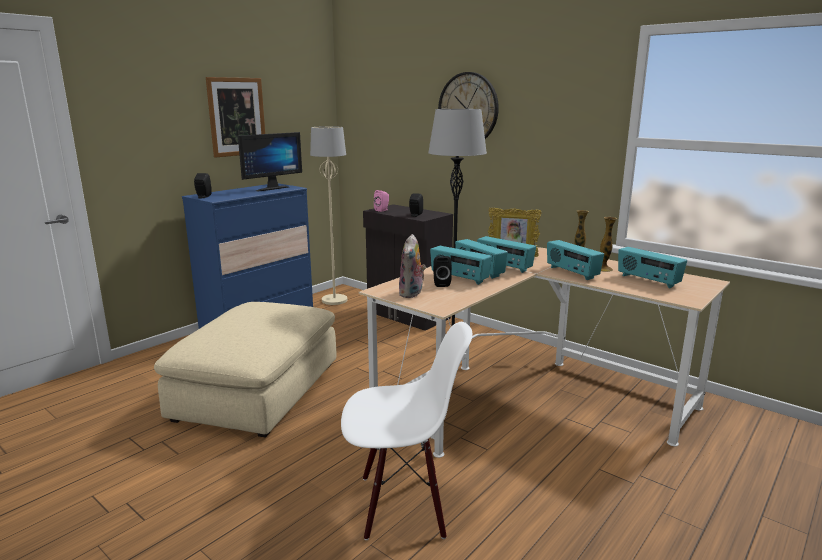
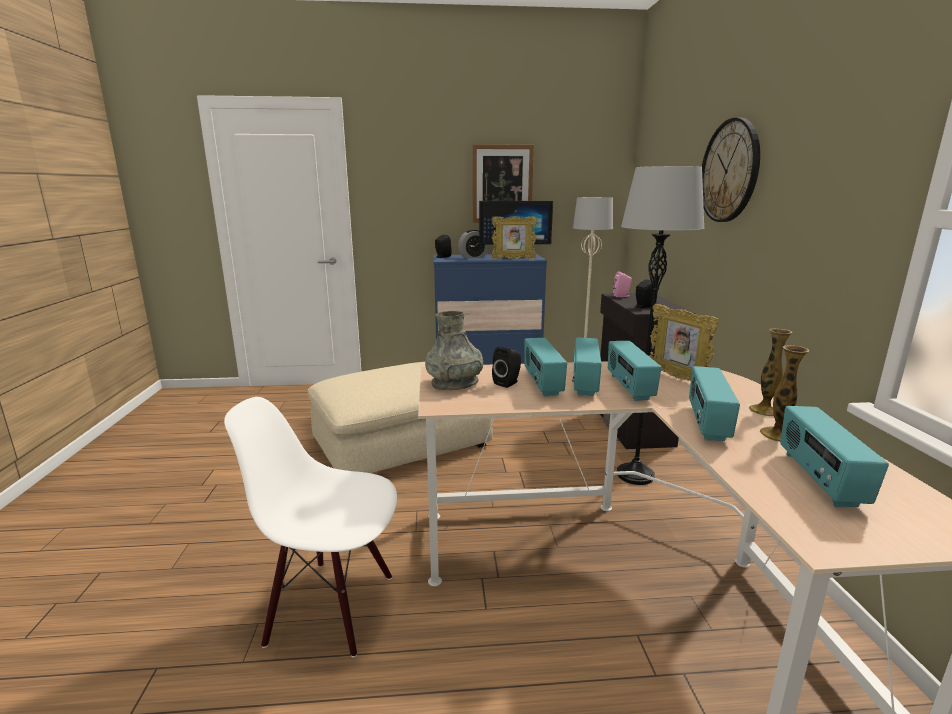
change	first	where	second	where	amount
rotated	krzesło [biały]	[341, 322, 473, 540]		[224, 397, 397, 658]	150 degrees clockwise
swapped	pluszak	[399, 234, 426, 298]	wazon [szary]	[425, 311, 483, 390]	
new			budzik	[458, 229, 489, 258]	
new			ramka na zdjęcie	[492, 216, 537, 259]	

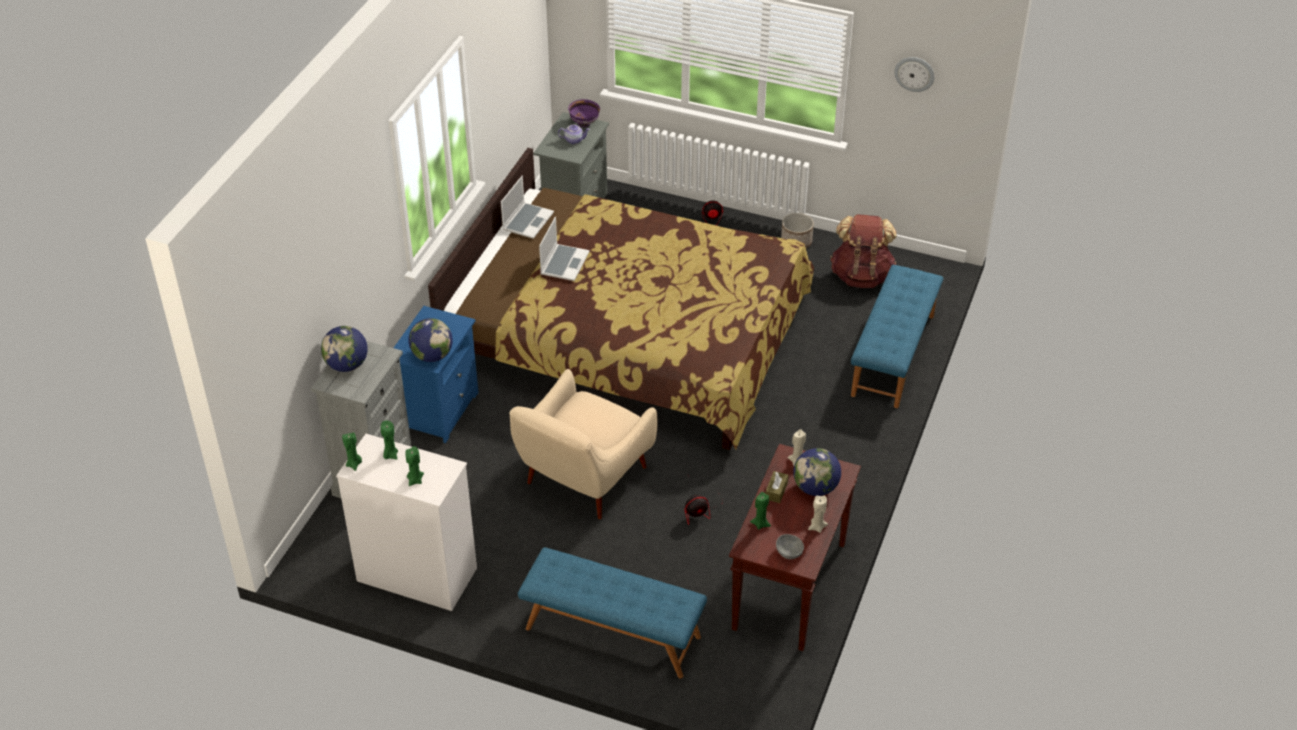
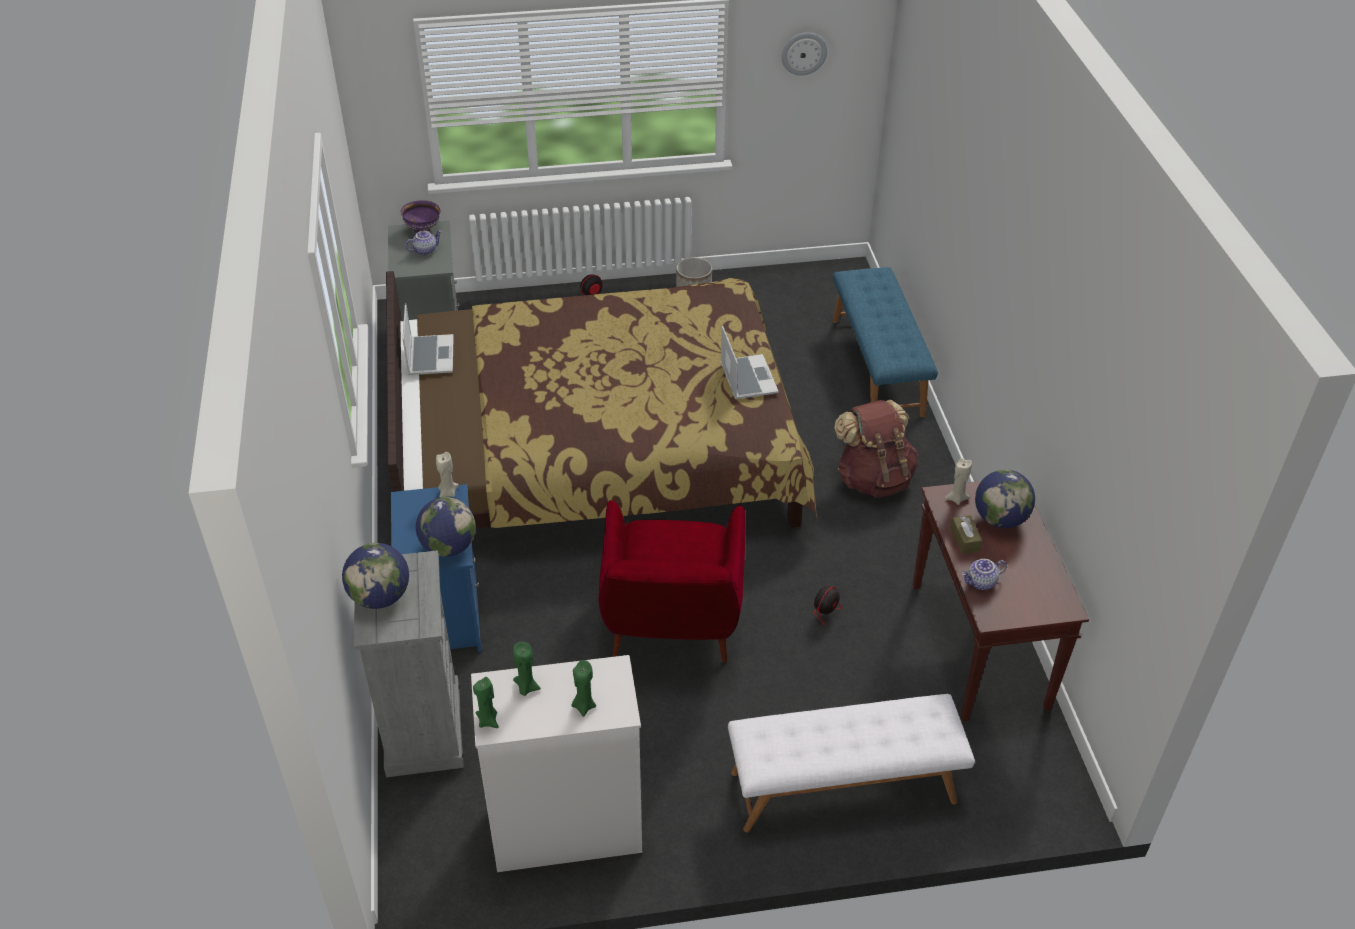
change	first	where	second	where	amount
shifted	świeca [beżowy]	[808, 496, 828, 533]		[436, 452, 459, 498]	
repainted	fotel [beżowy]	[509, 369, 657, 519]	fotel [czerwony]	[599, 500, 746, 663]	
shifted	laptop	[539, 217, 590, 281]		[720, 326, 779, 399]	
repainted	ławka [niebieski]	[518, 547, 707, 678]	ławka [biały]	[728, 694, 975, 832]	
shifted	plecak [brązowy]	[830, 214, 896, 288]		[834, 400, 919, 498]	
swapped	świeca [zielony]	[750, 492, 771, 530]	imbryk	[961, 559, 1007, 590]	
gone	miska [szary]	[776, 534, 804, 559]			

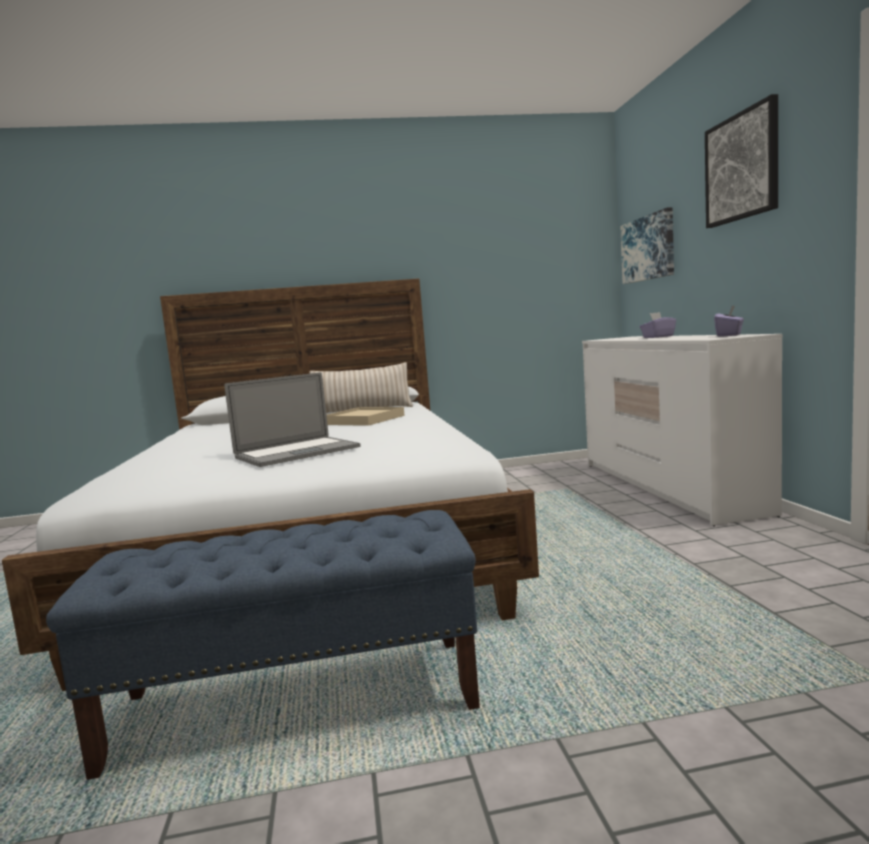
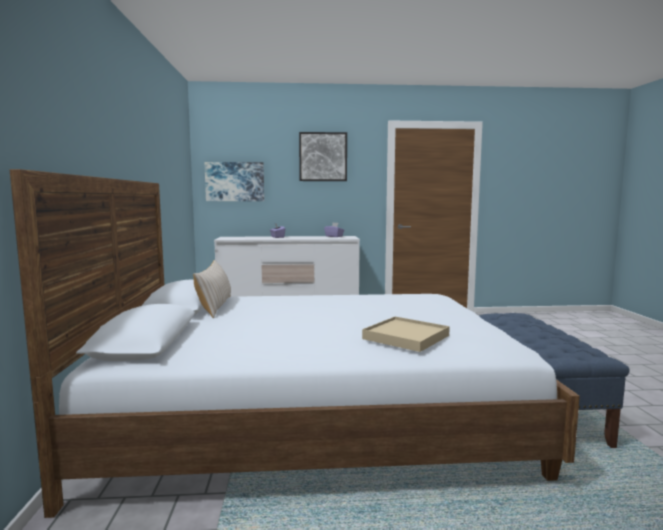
change	first	where	second	where	amount
shifted	taca [beżowy]	[327, 407, 405, 426]		[362, 317, 450, 352]	
gone	laptop	[224, 372, 361, 467]			

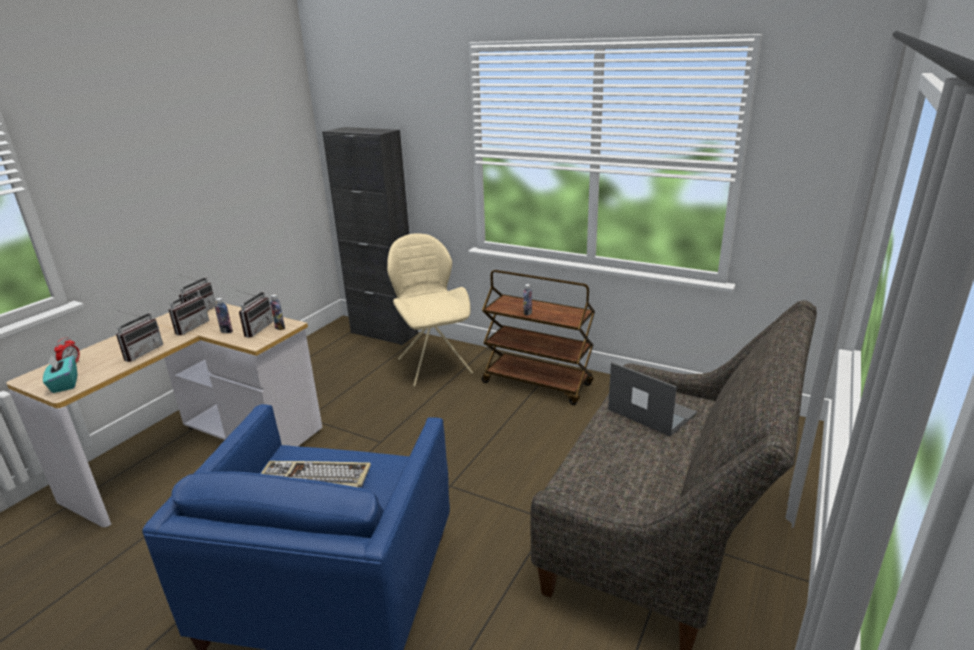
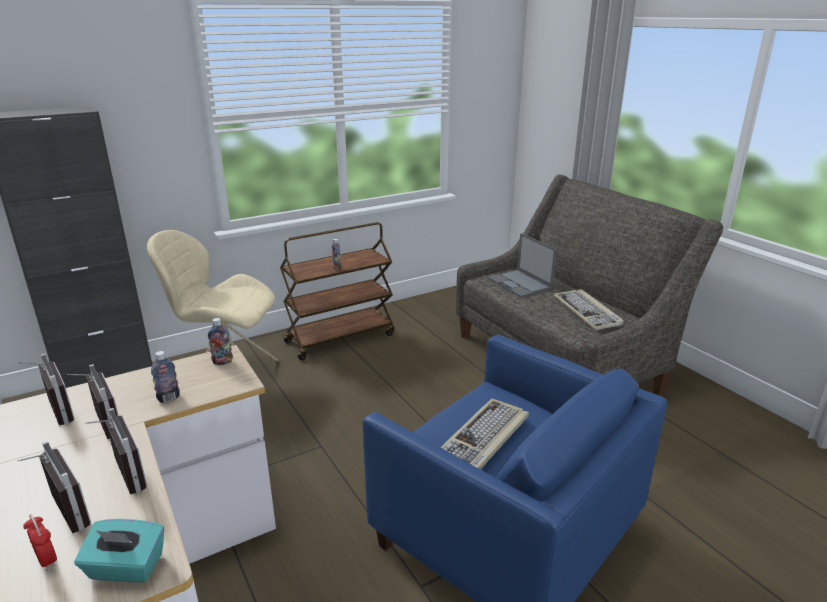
change	first	where	second	where	amount
shifted	radio	[237, 290, 273, 338]		[17, 441, 91, 533]	
rotated	laptop	[608, 362, 697, 436]		[487, 233, 557, 297]	105 degrees counterclockwise
new			klawiatura	[553, 289, 624, 330]	

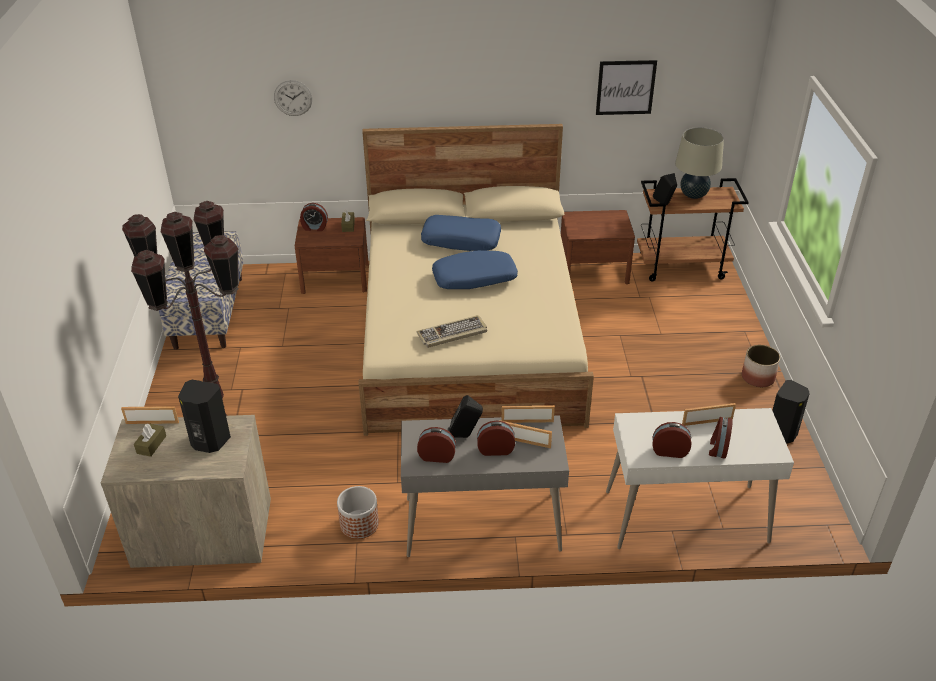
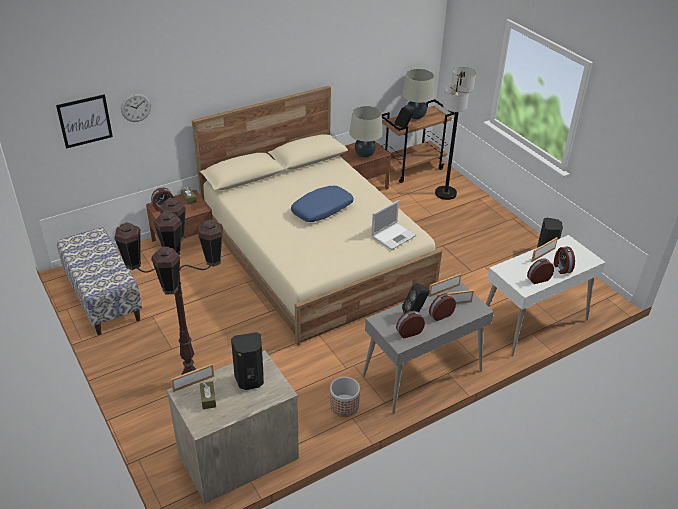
change	first	where	second	where	amount
shifted	obraz	[596, 60, 657, 115]		[56, 94, 113, 149]	
new			lampa stołowa [beżowy]	[349, 106, 383, 157]	
new			laptop	[371, 200, 417, 250]	
new			lampa stojąca	[435, 67, 476, 200]	
gone	klawiatura	[416, 315, 487, 348]			
gone	poduszka [niebieski]	[421, 215, 501, 251]			
gone	donica	[742, 345, 780, 387]			

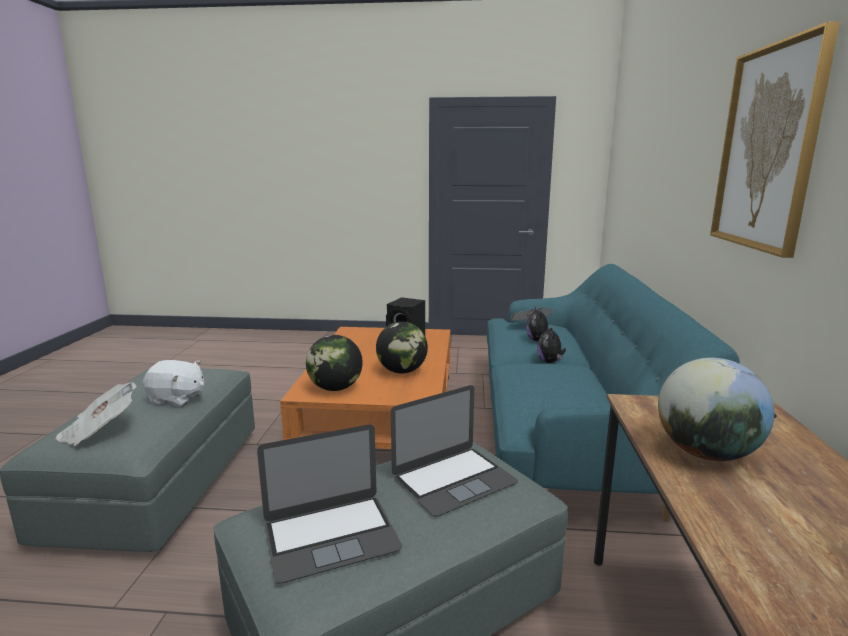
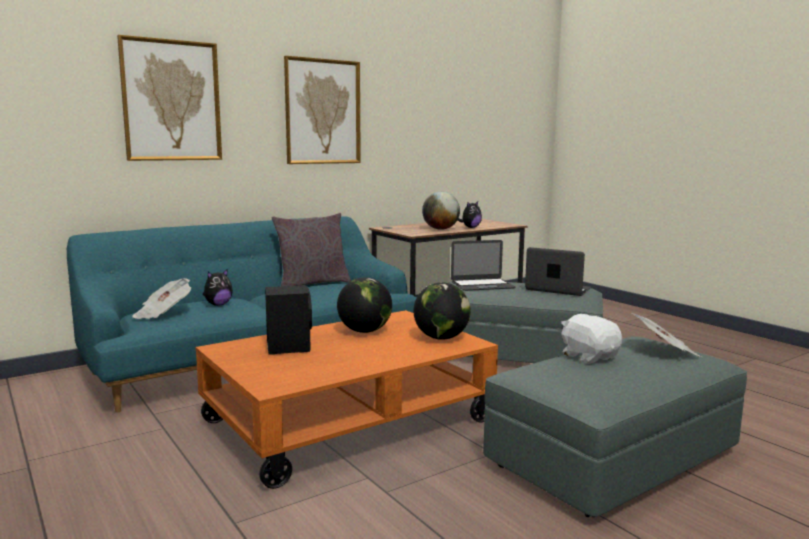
change	first	where	second	where	amount
new			obraz	[117, 35, 222, 161]	
new			poduszka [szary]	[272, 213, 351, 286]	
rotated	laptop	[391, 385, 518, 517]		[451, 240, 516, 291]	150 degrees clockwise
shifted	pluszak	[537, 326, 566, 363]		[458, 201, 482, 228]	

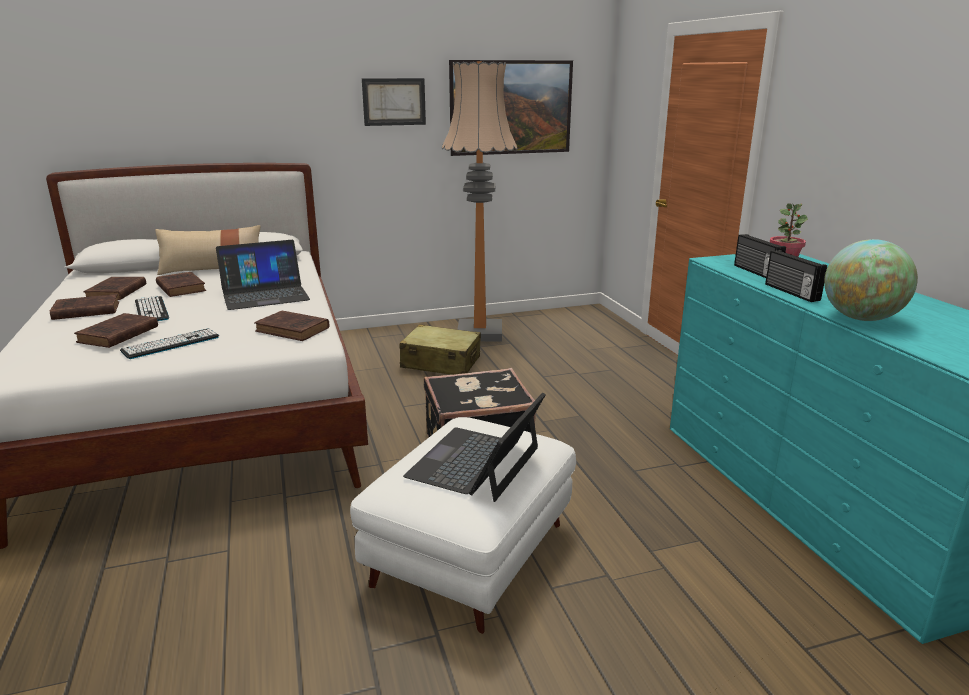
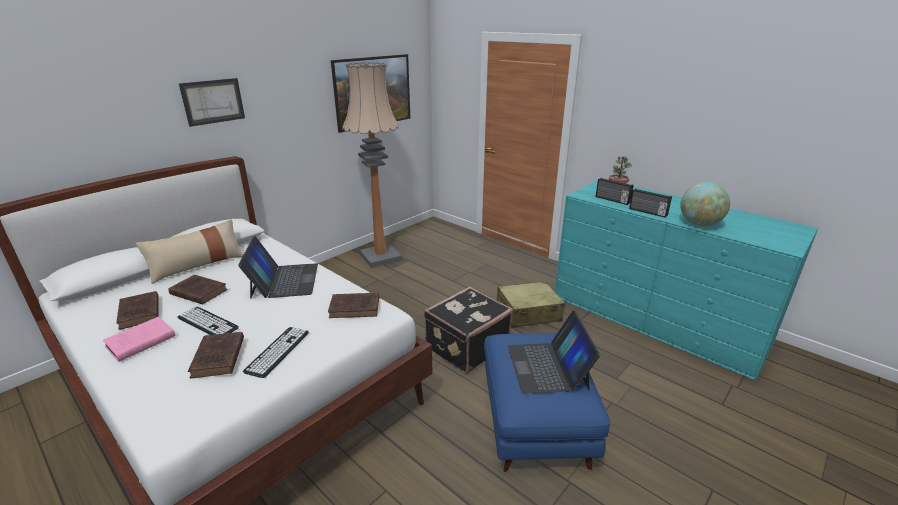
change	first	where	second	where	amount
repainted	książka [brązowy]	[50, 294, 119, 320]	książka [różowy]	[103, 317, 176, 362]	
shifted	obraz	[362, 78, 426, 126]		[179, 78, 245, 127]	
rotated	laptop	[216, 240, 310, 310]		[238, 236, 318, 299]	45 degrees counterclockwise
repainted	pufa [biały]	[350, 417, 576, 634]	pufa [niebieski]	[484, 333, 610, 472]	
shifted	walizka [beżowy]	[400, 324, 481, 375]		[496, 281, 565, 328]	

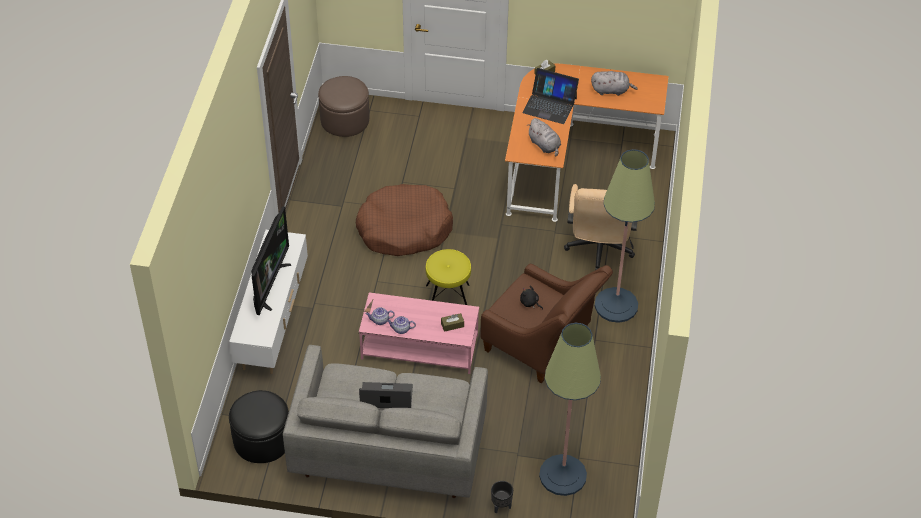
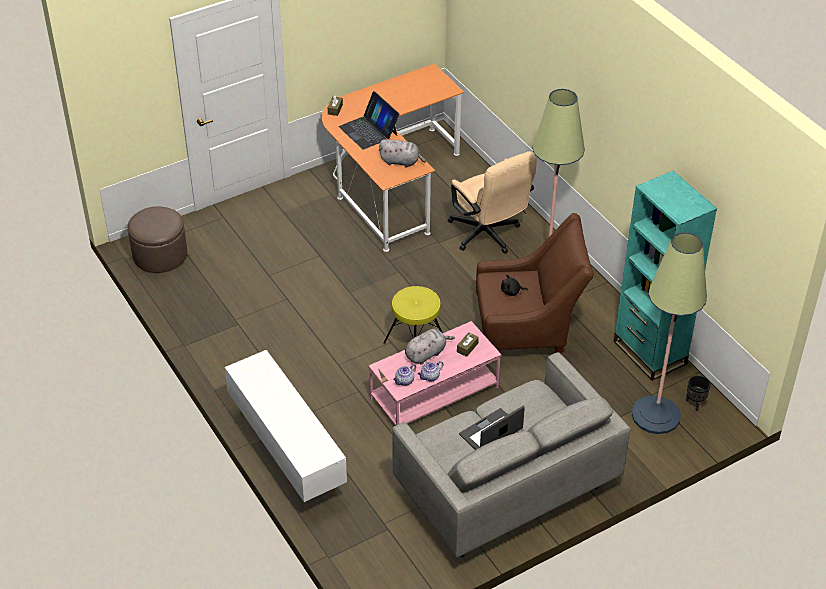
change	first	where	second	where	amount
rotated	laptop	[522, 68, 579, 124]		[339, 91, 399, 150]	75 degrees clockwise
shifted	pluszak [szary]	[591, 71, 638, 96]		[405, 329, 455, 365]	
new			regał [turkusowy]	[614, 171, 717, 381]	
shifted	donica [czarny]	[491, 481, 513, 513]		[686, 375, 711, 411]	
gone	pufa [czarny]	[229, 390, 289, 463]			
gone	telewizor	[251, 206, 291, 315]			
gone	legowisko [brązowy]	[356, 184, 453, 256]			

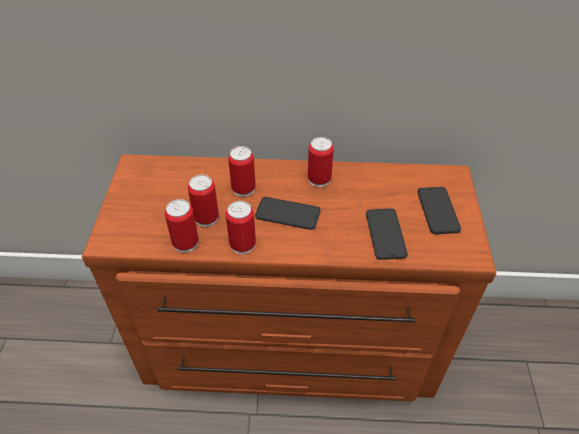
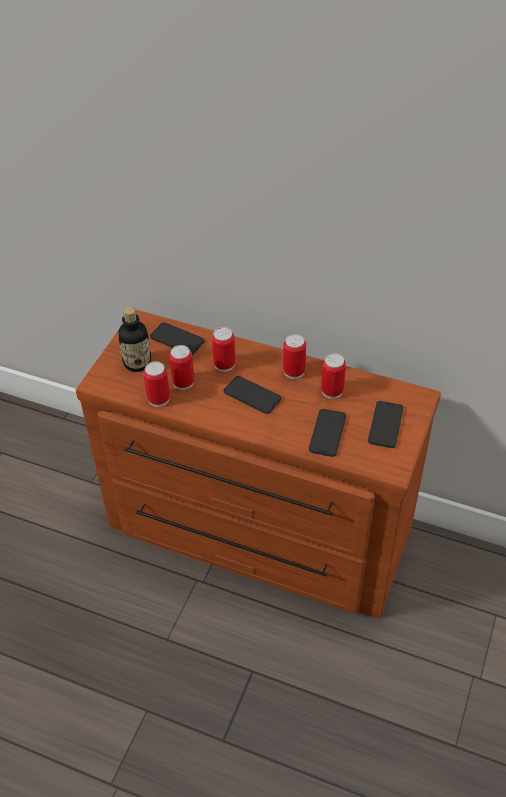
change	first	where	second	where	amount
new			butelka	[118, 307, 151, 372]	
new			telefon	[150, 322, 205, 355]	
shifted	puszka	[226, 201, 256, 254]		[321, 353, 346, 399]	

